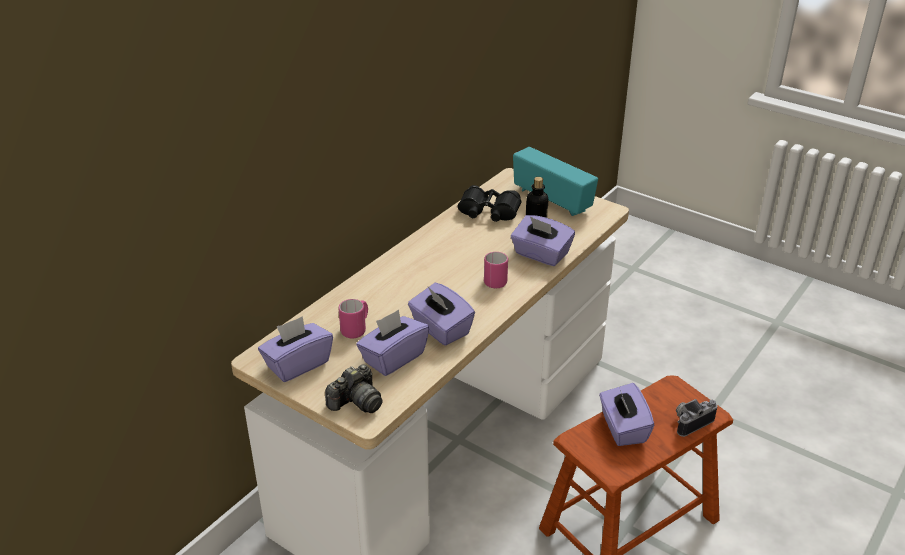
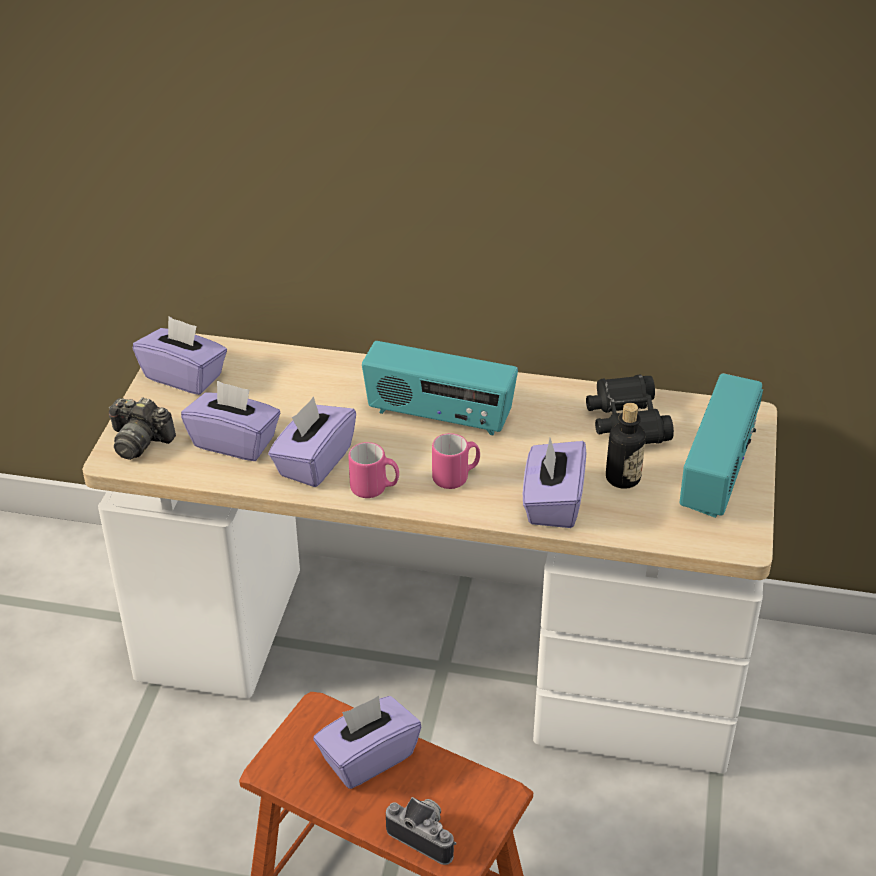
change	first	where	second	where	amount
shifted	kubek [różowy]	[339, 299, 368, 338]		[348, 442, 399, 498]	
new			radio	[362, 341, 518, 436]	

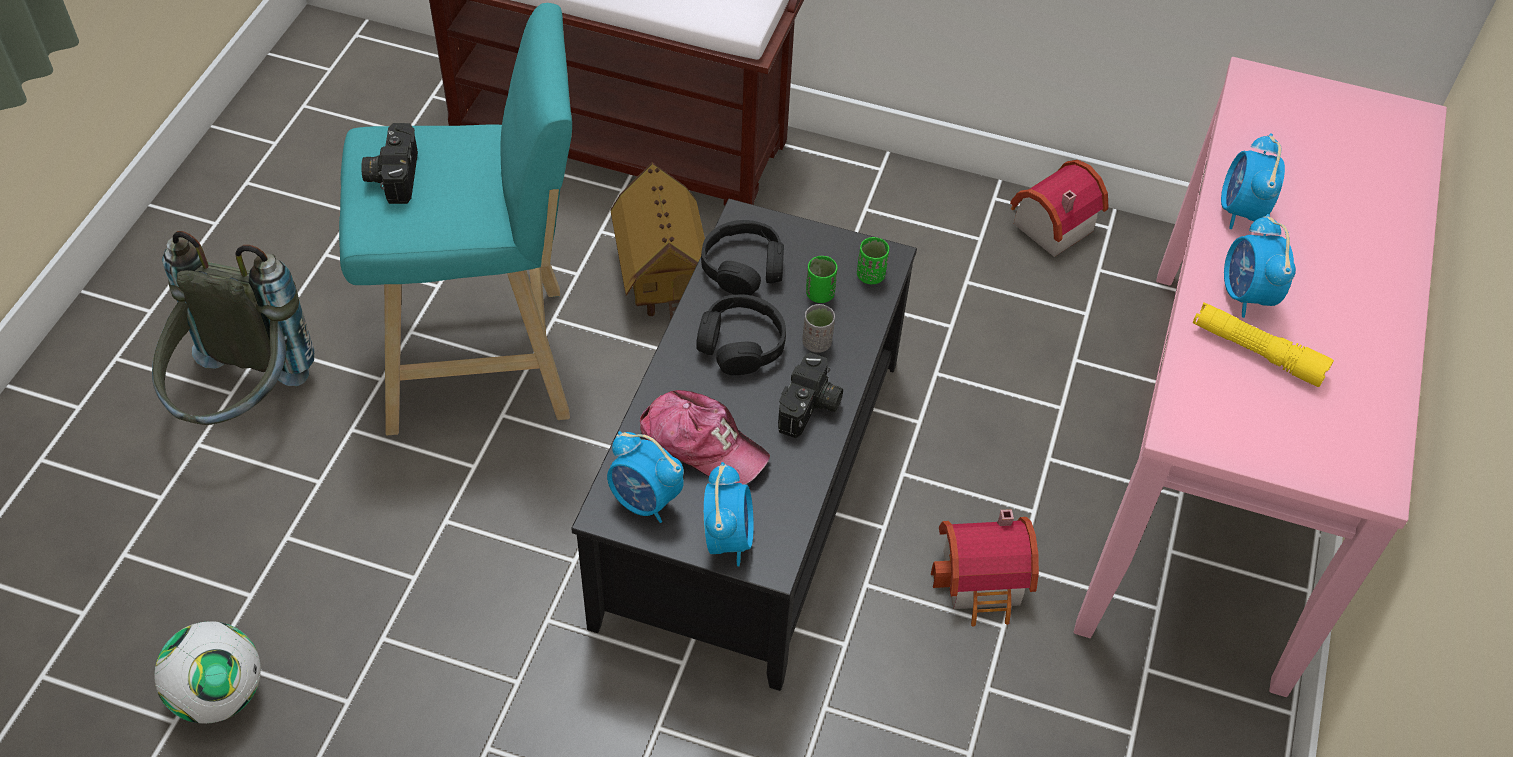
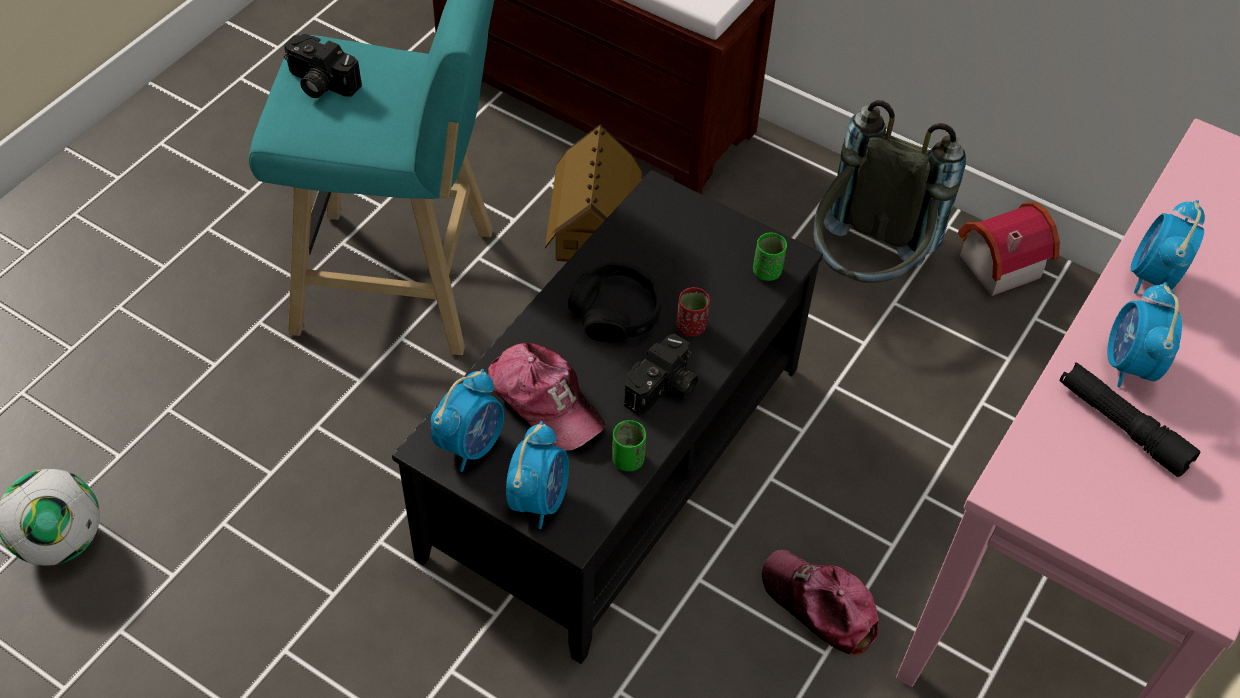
change	first	where	second	where	amount
rotated	aparat fotograficzny	[361, 123, 418, 204]		[284, 34, 362, 98]	75 degrees counterclockwise
rotated	budzik	[607, 431, 684, 523]		[431, 369, 504, 472]	105 degrees counterclockwise
shifted	filiżanka [zielony]	[806, 256, 838, 303]		[612, 420, 646, 471]	
repainted	filiżanka [szary]	[802, 304, 835, 353]	filiżanka [czerwony]	[676, 287, 710, 337]	
swapped	domek	[931, 509, 1039, 627]	czapka z daszkiem	[762, 550, 879, 657]	
shifted	plecak [szary]	[152, 231, 314, 425]		[813, 100, 966, 283]	
repainted	latarka [żółty]	[1193, 303, 1334, 387]	latarka [czarny]	[1060, 362, 1201, 477]	
gone	słuchawki [czarny]	[701, 220, 784, 295]			

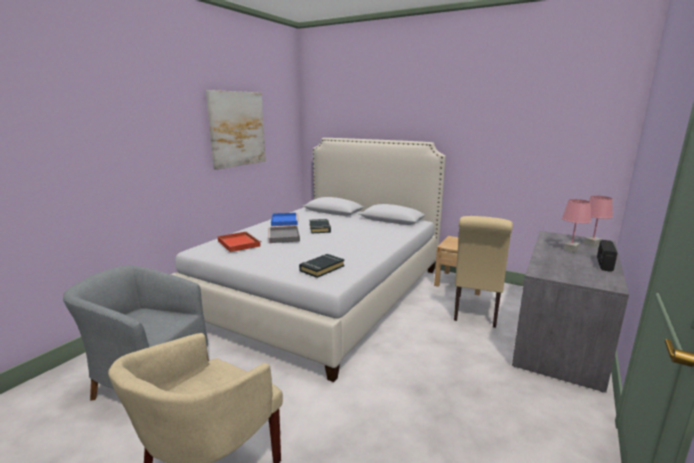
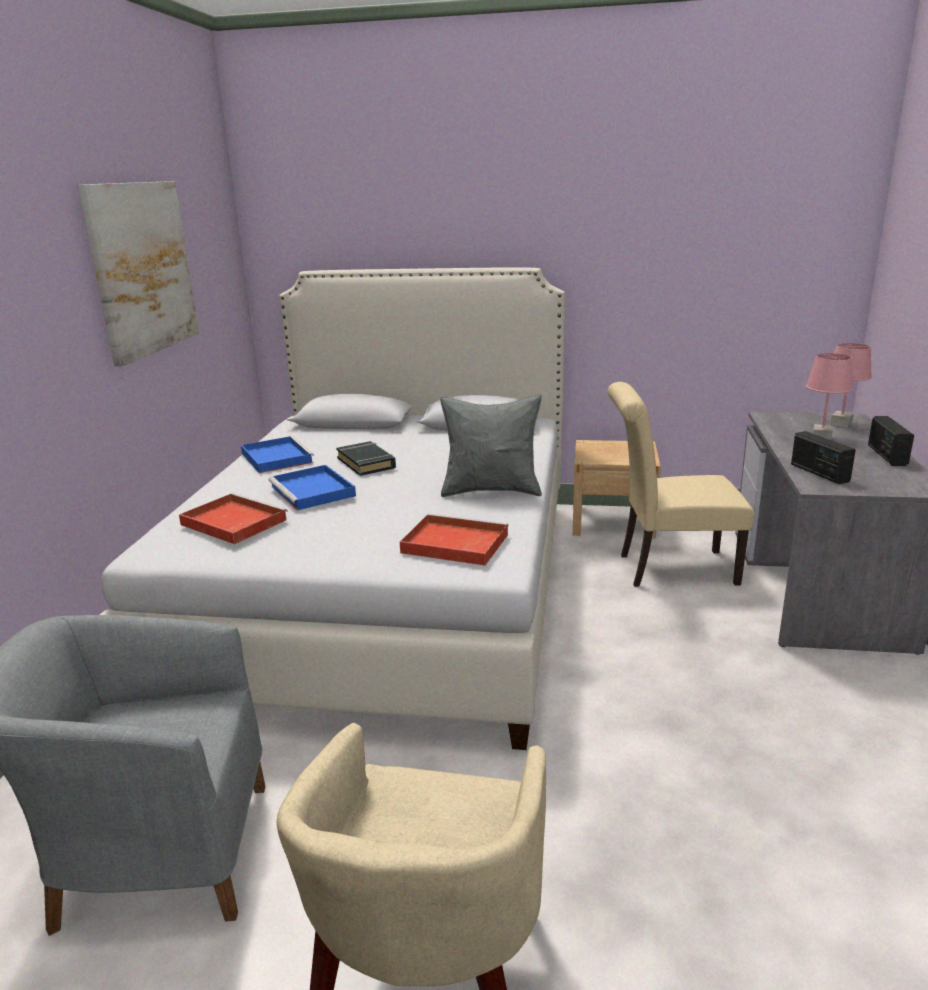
change	first	where	second	where	amount
repainted	taca [szary]	[268, 226, 300, 243]	taca [niebieski]	[268, 465, 356, 510]	
swapped	książka [czarny]	[299, 254, 345, 278]	taca [czerwony]	[400, 514, 509, 566]	
new			poduszka [szary]	[440, 394, 542, 497]	
rotated	krzesło [beżowy]	[454, 216, 513, 328]		[608, 382, 754, 587]	90 degrees clockwise
new			radio	[791, 431, 856, 484]	

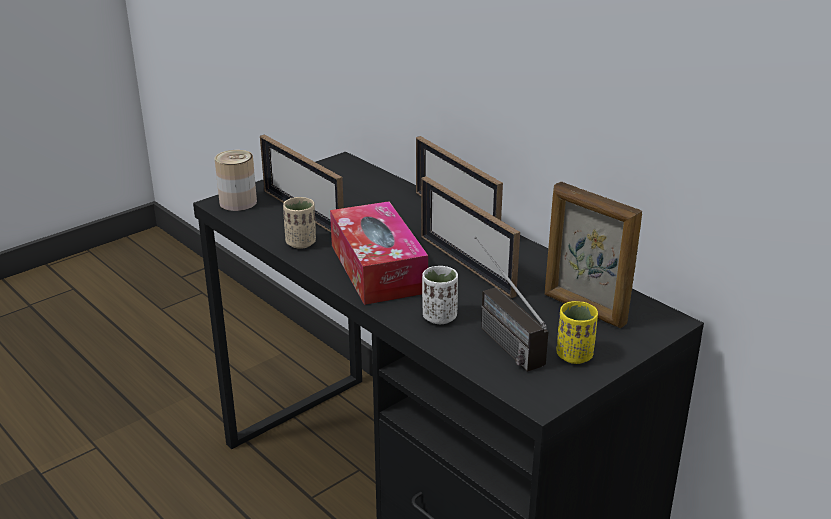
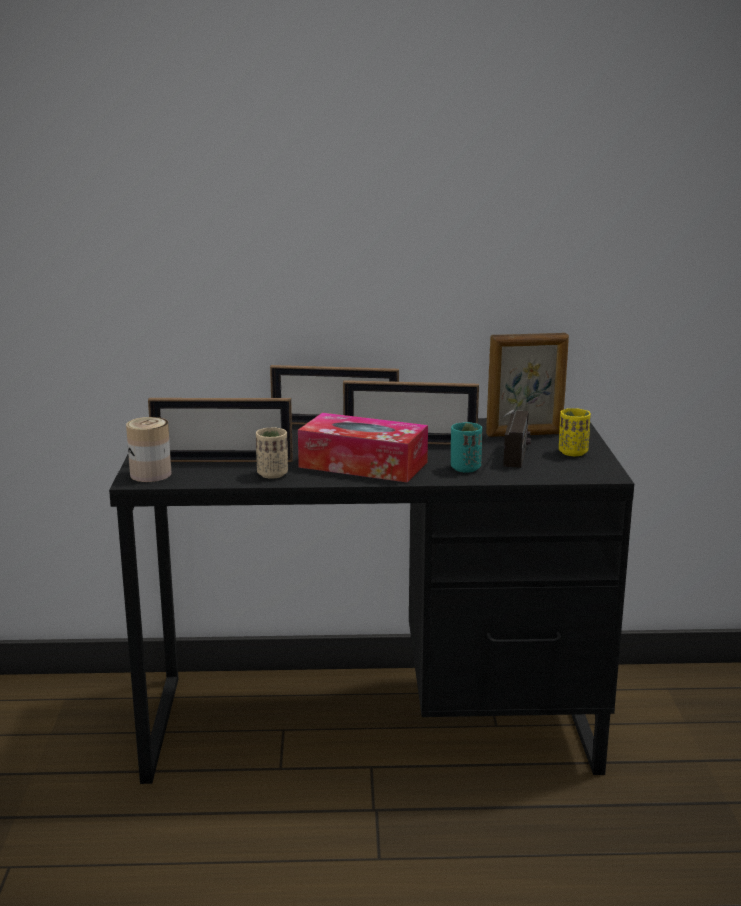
change	first	where	second	where	amount
repainted	filiżanka [biały]	[422, 266, 458, 324]	filiżanka [turkusowy]	[451, 422, 482, 473]	
rotated	radio	[475, 237, 549, 372]		[503, 409, 531, 468]	90 degrees counterclockwise

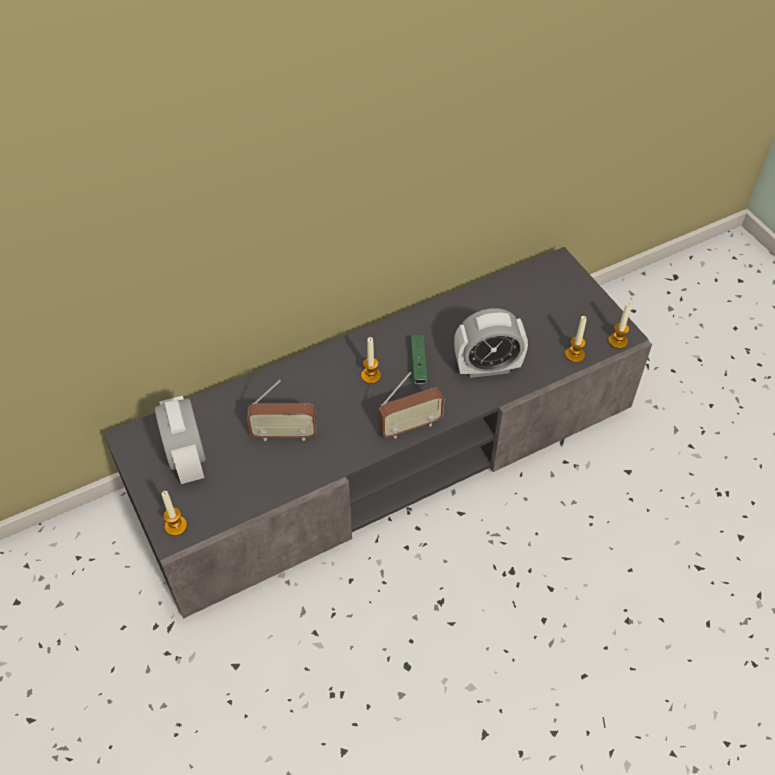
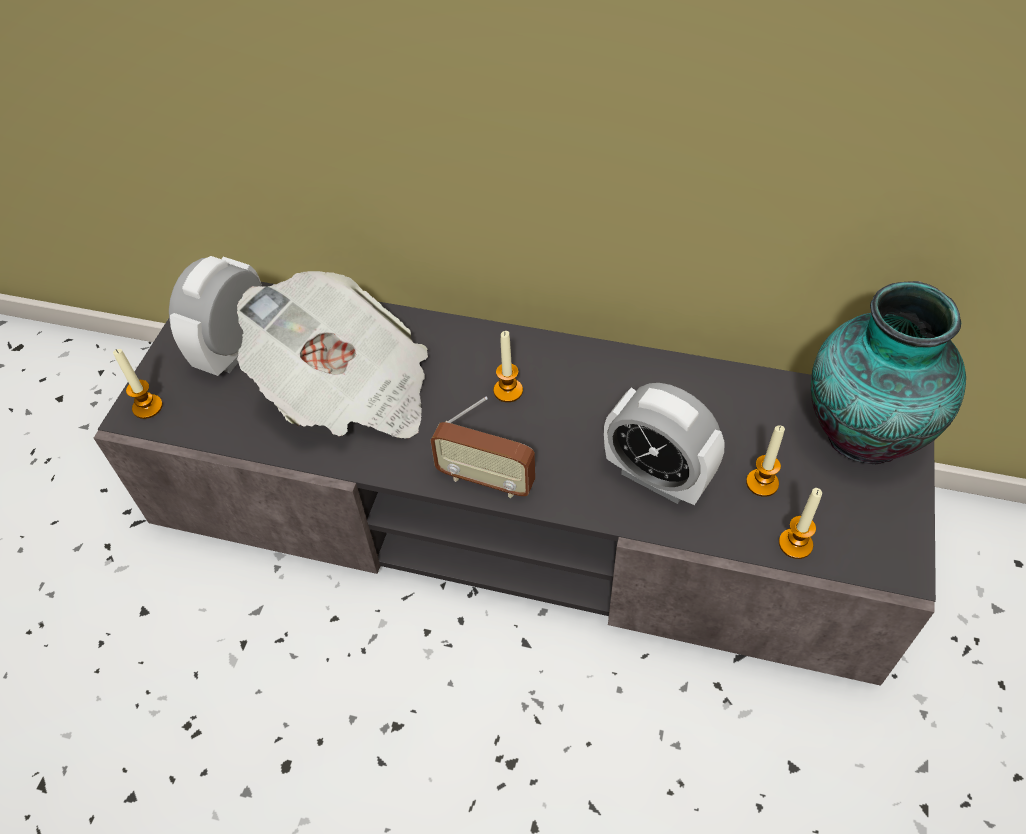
change	first	where	second	where	amount
swapped	radio	[247, 380, 317, 441]	gazeta	[237, 271, 428, 439]	
shifted	świeca	[608, 302, 632, 349]		[746, 425, 785, 497]	
new			wazon	[811, 281, 966, 464]	
gone	pad do gier [zielony]	[411, 335, 428, 384]			

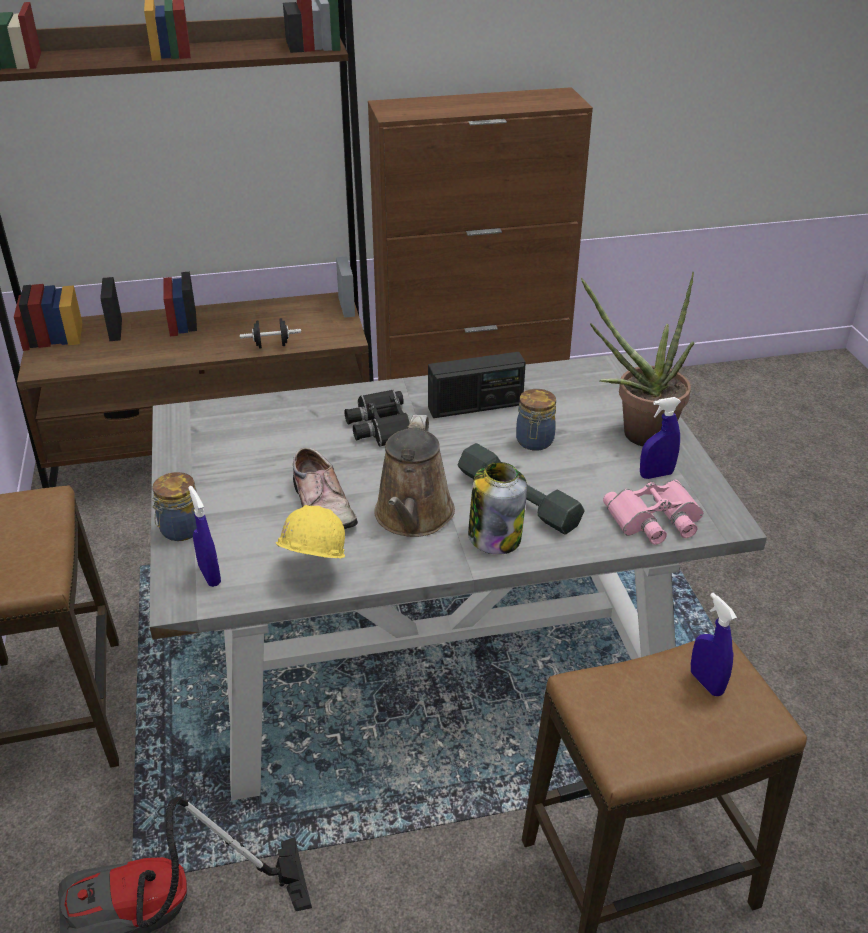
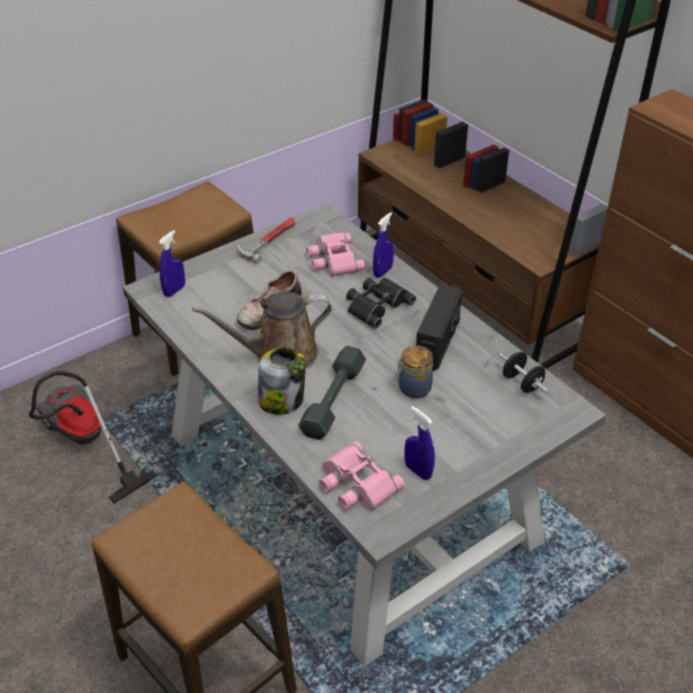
change	first	where	second	where	amount
new			młotek	[238, 217, 295, 264]	
new			lornetka [różowy]	[306, 232, 365, 276]	
shifted	spryskiwacz [niebieski]	[691, 593, 737, 696]		[373, 212, 394, 278]	
rotated	radio	[428, 352, 526, 418]		[416, 284, 462, 371]	120 degrees counterclockwise
shifted	hantel [czarny]	[240, 318, 301, 349]		[499, 352, 549, 393]	
gone	słoik	[151, 472, 197, 541]			
gone	kask [żółty]	[264, 505, 345, 558]			
gone	roślina doniczkowa	[581, 272, 694, 446]			

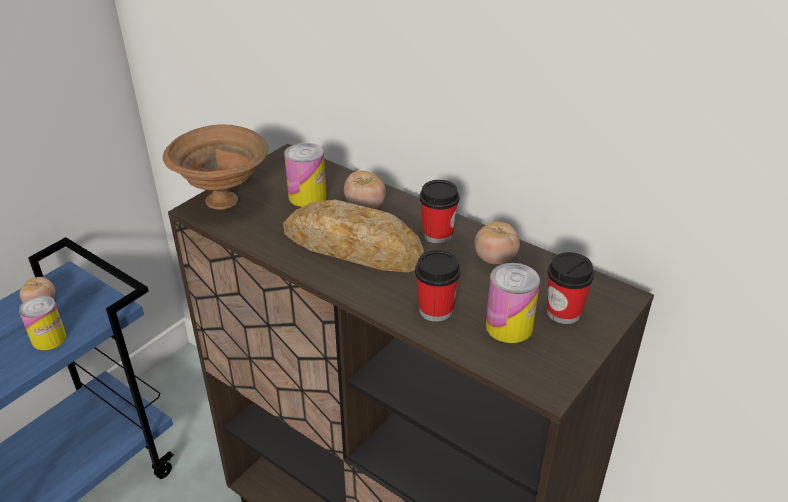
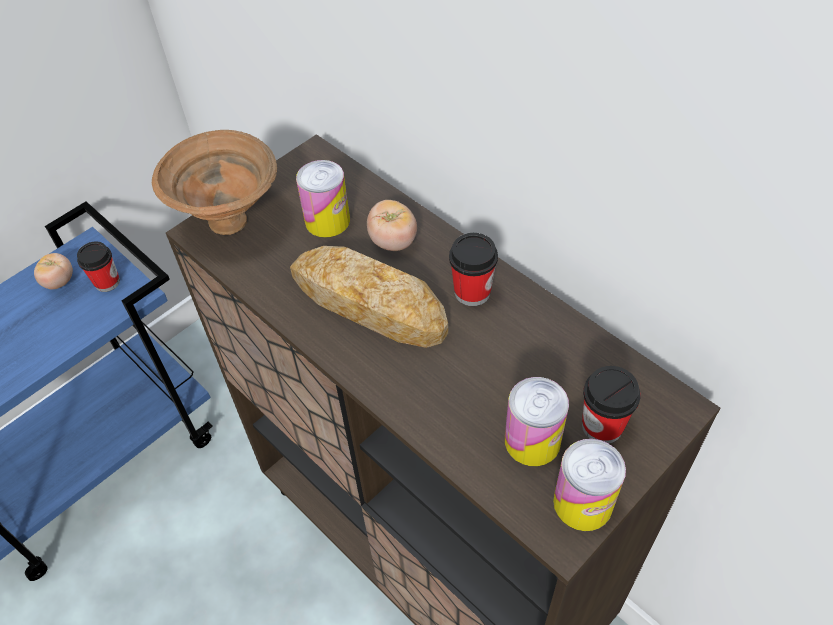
change	first	where	second	where	amount
shifted	filiżanka	[415, 250, 460, 322]		[77, 241, 120, 292]	
shifted	puszka	[19, 295, 66, 351]		[553, 439, 626, 531]	
gone	pomidor	[475, 221, 520, 264]			

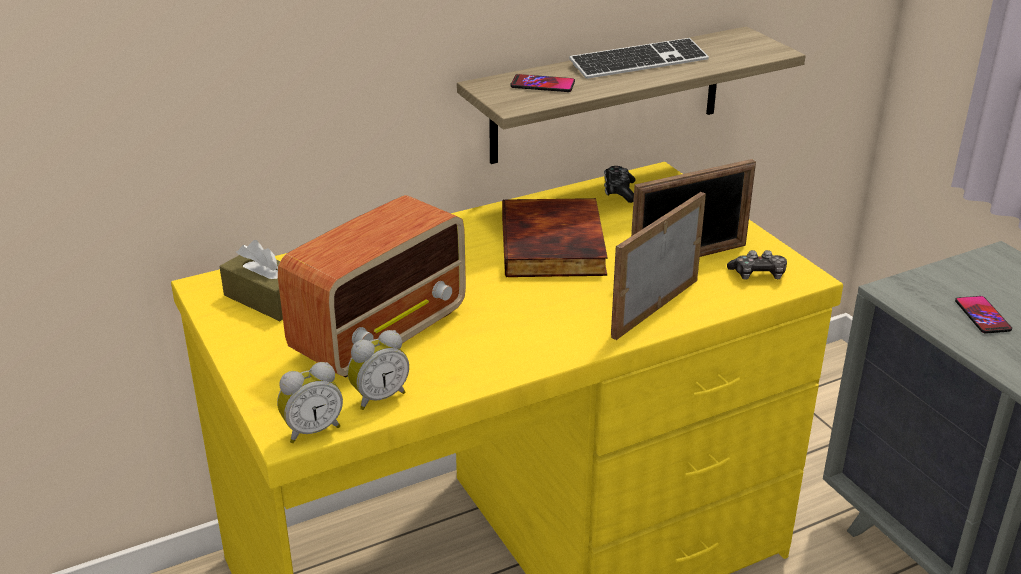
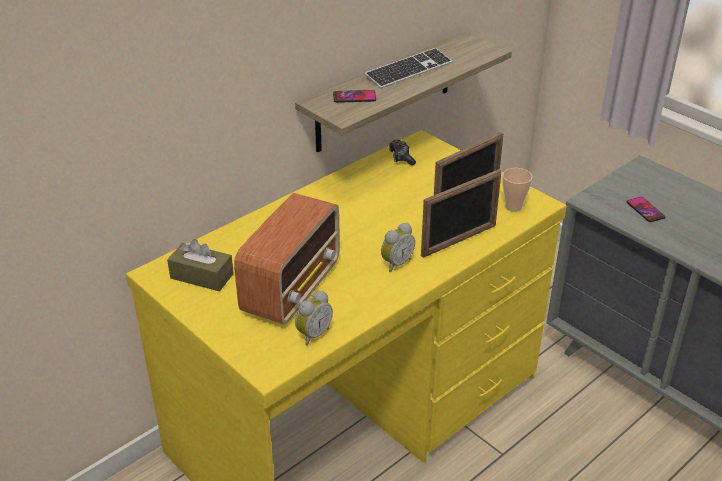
change	first	where	second	where	amount
shifted	budzik	[277, 362, 343, 443]		[381, 223, 415, 272]	
rotated	ramka na zdjęcie	[611, 192, 706, 340]		[421, 169, 502, 258]	150 degrees counterclockwise
swapped	pad do gier	[727, 250, 787, 280]	filiżanka	[502, 168, 532, 212]	
gone	książka	[502, 198, 608, 277]			

